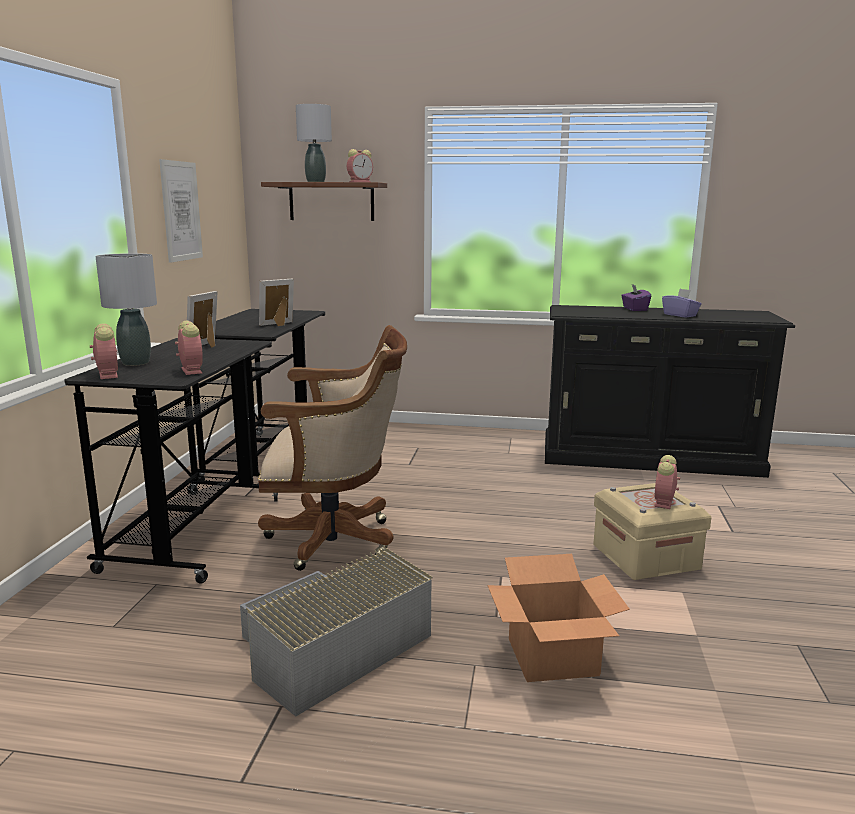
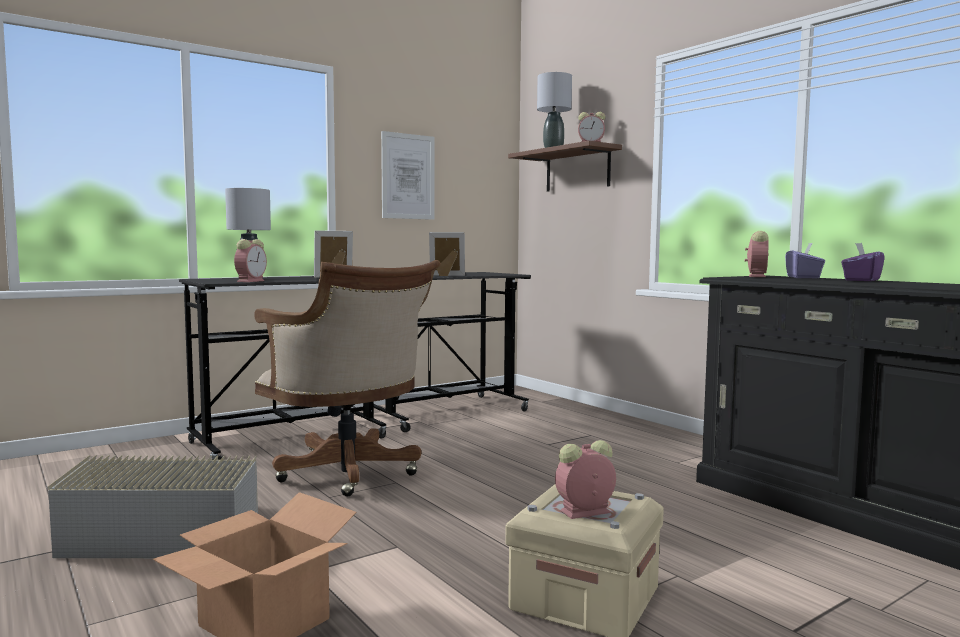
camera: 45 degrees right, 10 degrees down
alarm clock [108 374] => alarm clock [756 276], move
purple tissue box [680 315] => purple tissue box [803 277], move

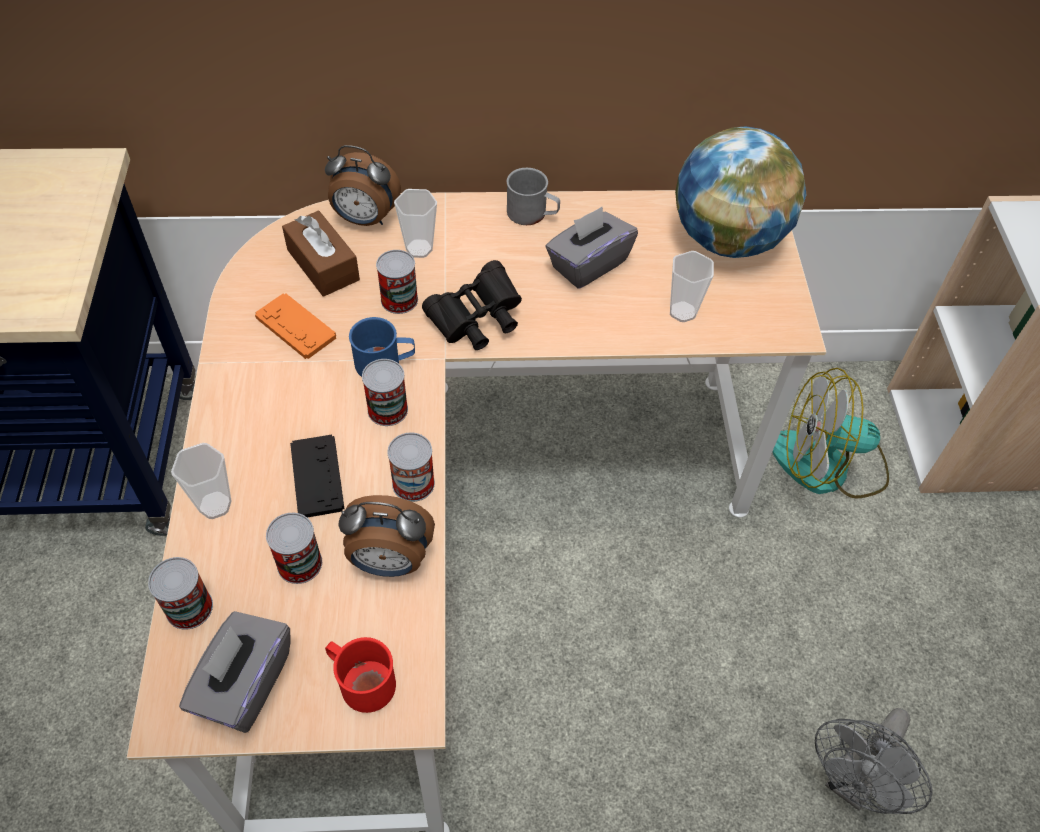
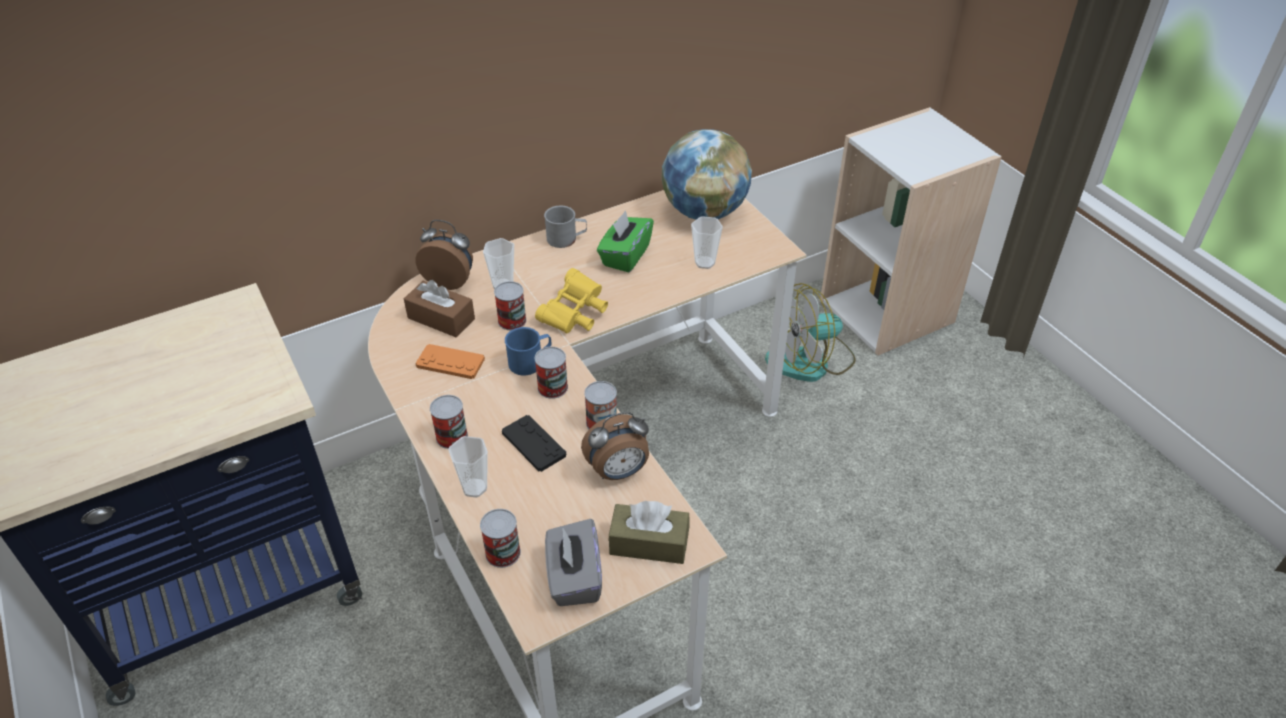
camera: 25 degrees left, 10 degrees down
grey fan [851 783] => nothing
can [299 563] => can [452 436], move
red mug [361 680] => brown tissue box [649 543]
black binoculars [476 321] => yellow binoculars [574 314]
grey tissue box [588 264] => green tissue box [625 256]
alarm clock [365 219] => alarm clock [450 280], 150 degrees counterclockwise

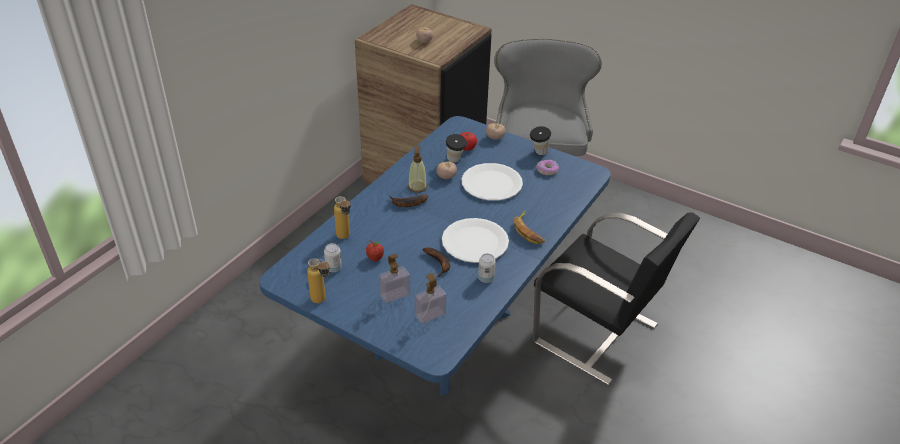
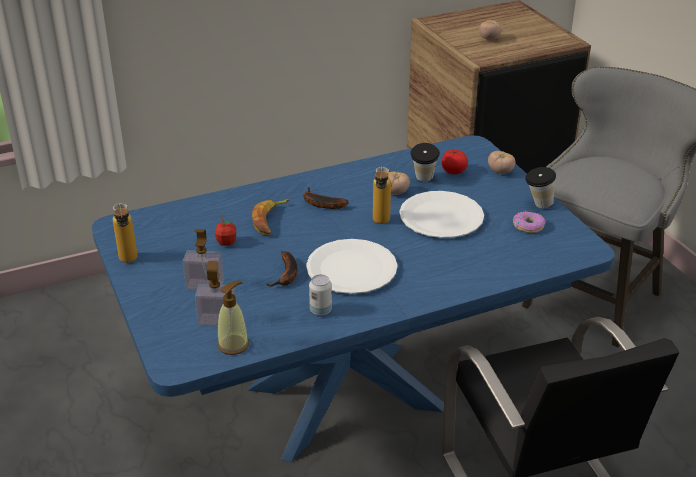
camera: 35 degrees right, 5 degrees down
can [333 268] => nothing
bottle [345 238] => bottle [380 224], move
soap dispenser [417 187] => soap dispenser [233 345], move
banana [528 231] => banana [270 220], move

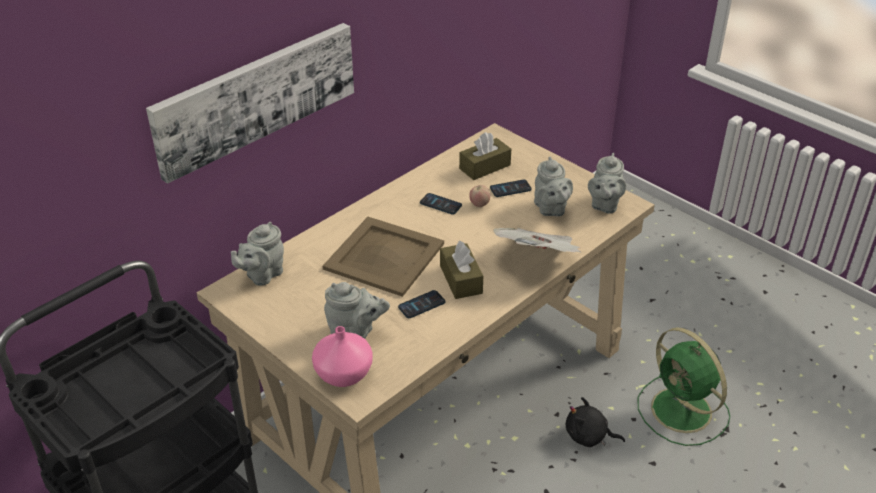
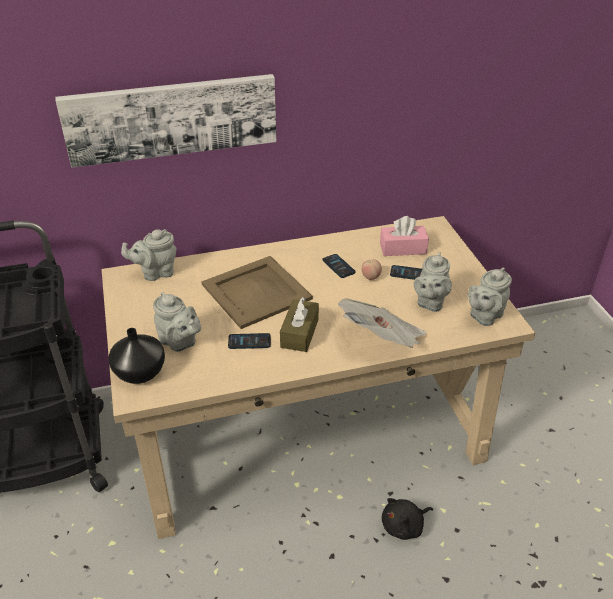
camera: 30 degrees right, 0 degrees up
green fan [683 412] => nothing
pink vase [344 375] => black vase [139 373]
brown tissue box [484 167] => pink tissue box [403 248]
black plush toy [589 436] => black plush toy [404 526], 75 degrees counterclockwise

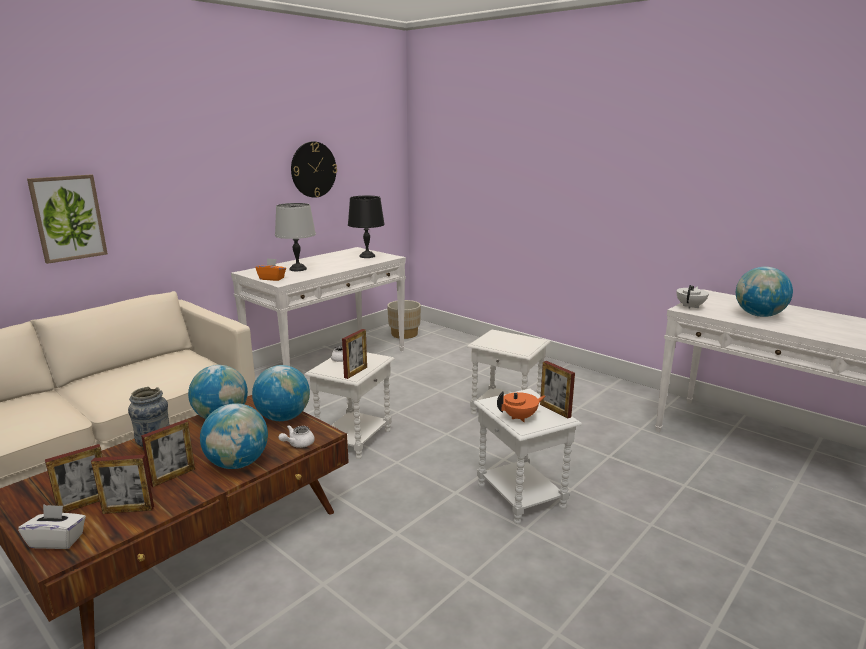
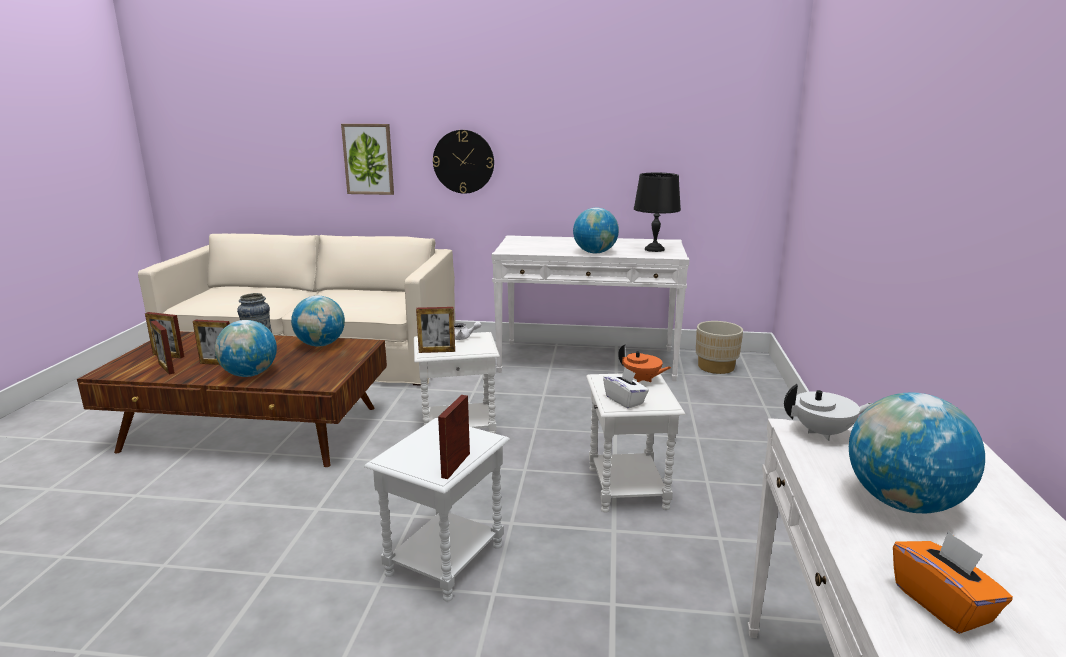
camera: 55 degrees right, 0 degrees up
grey table lamp [298 269] => nothing
white teapot [298 444] => nothing
white tissue box [57 540] => white tissue box [625 400], move
globe [283 417] => globe [595 252], move
orange tissue box [272 278] => orange tissue box [942 604], move
wall clock [313 169] => wall clock [463 161], move
orange teapot [520 417] => orange teapot [642 380], move

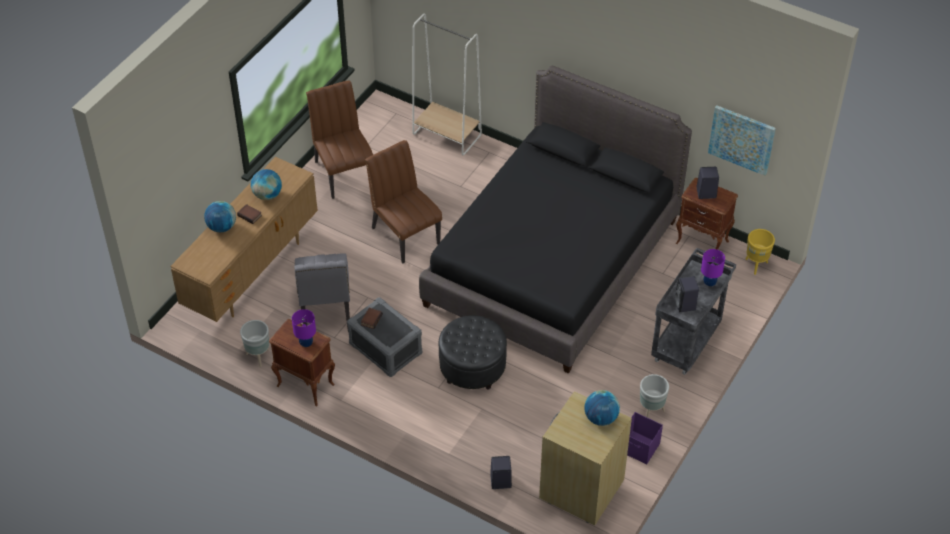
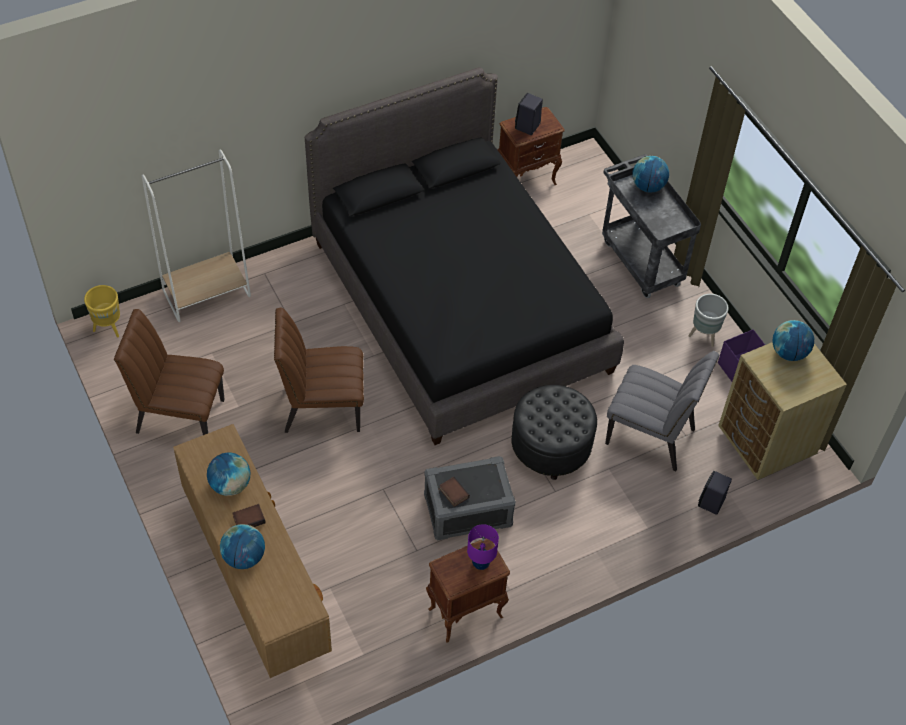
camera: 60 degrees left, 5 degrees up
grey planter [259 357] => nothing
black speaker [685 305] => nothing
picture [741 139] => nothing
grey chair [325 310] => grey chair [649 436], move
yellow planter [756 265] => yellow planter [109 328], move
purple table lamp [710 283] => globe [648 186]

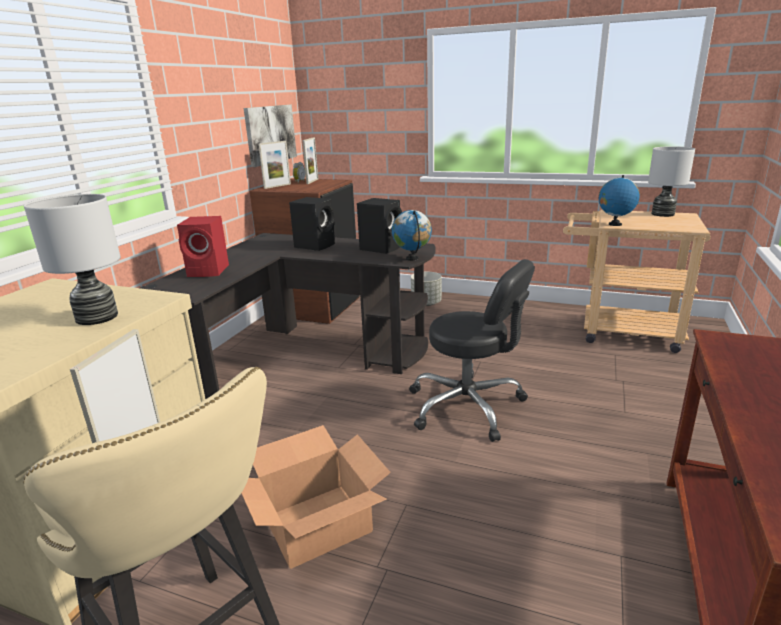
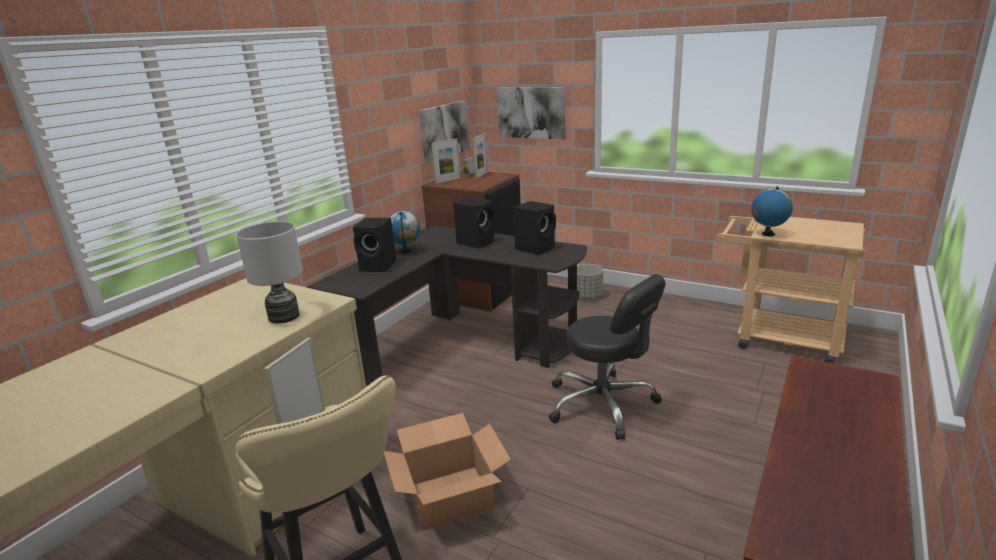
camera: 10 degrees right, 0 degrees up
grey table lamp [662 214] => nothing
nothing => picture [531 112]
globe [412 258] => globe [406 251], move
red speaker [210 271] => black speaker [379 266]

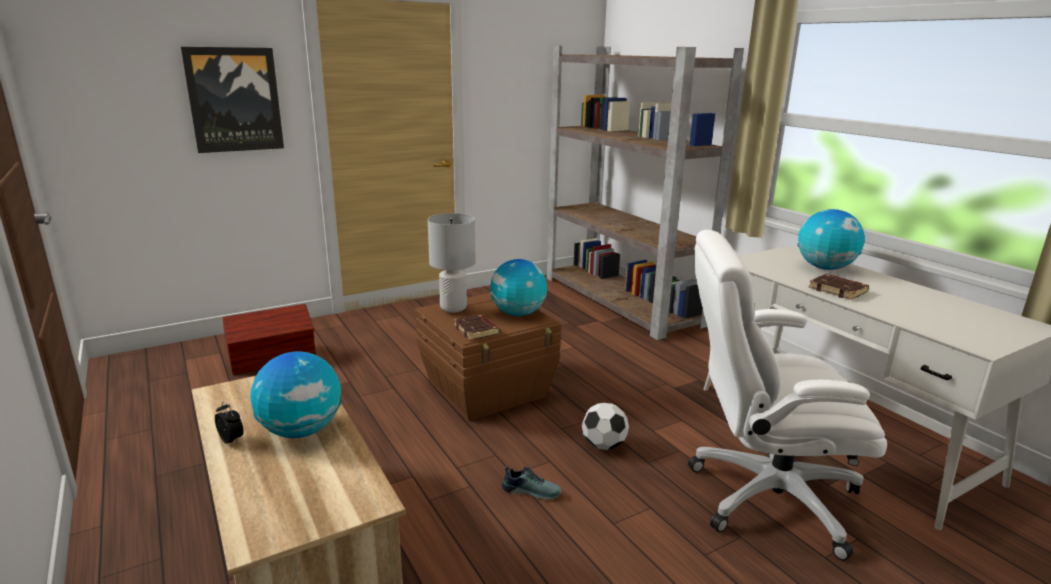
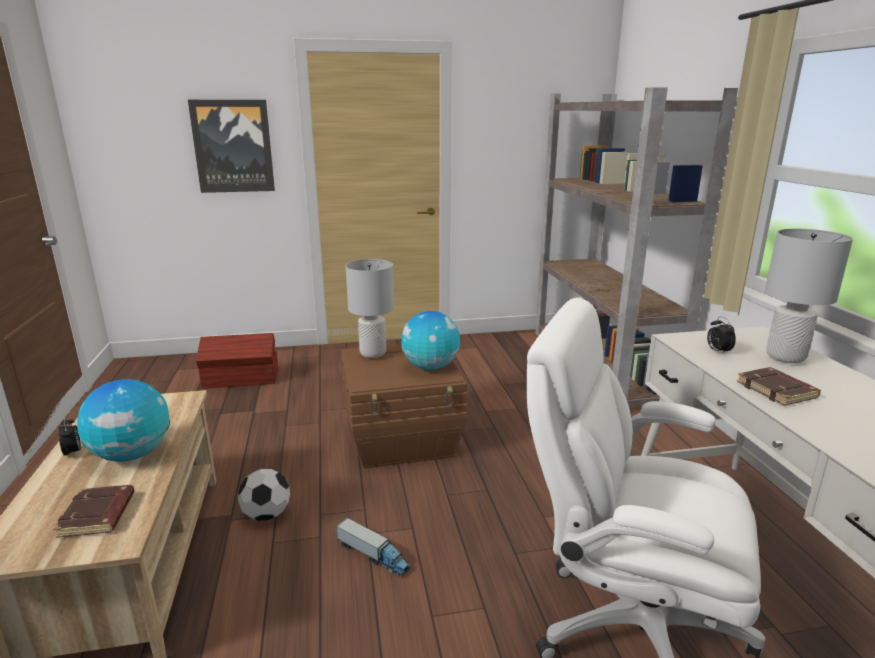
camera: 20 degrees right, 0 degrees up
nothing => alarm clock [717 351]
brown book [477 330] => brown book [98 516], move
football [603 445] => football [266 515], move
shoe [531 490] => toy truck [373 556]
globe [825 268] => grey table lamp [785 359]

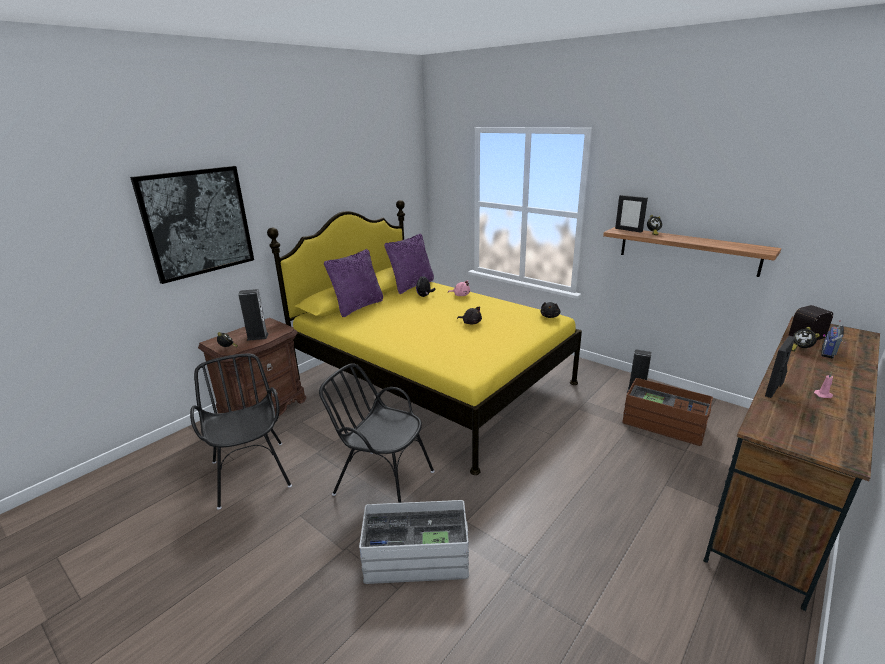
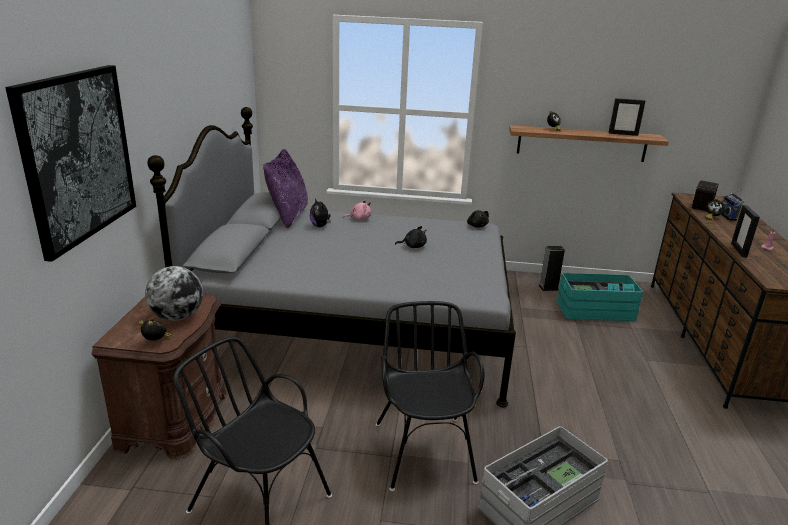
camera: 35 degrees left, 0 degrees up
purple pillow [358 307] => nothing
picture frame [629 230] => picture frame [623 134], move
speaker [257 337] => globe [177 317]
yellow bed [432 382] => grey bed [357 328]
brown storage box [664 423] => turquoise storage box [595 310]
black chair [381 480] => black chair [424 448], 90 degrees clockwise

